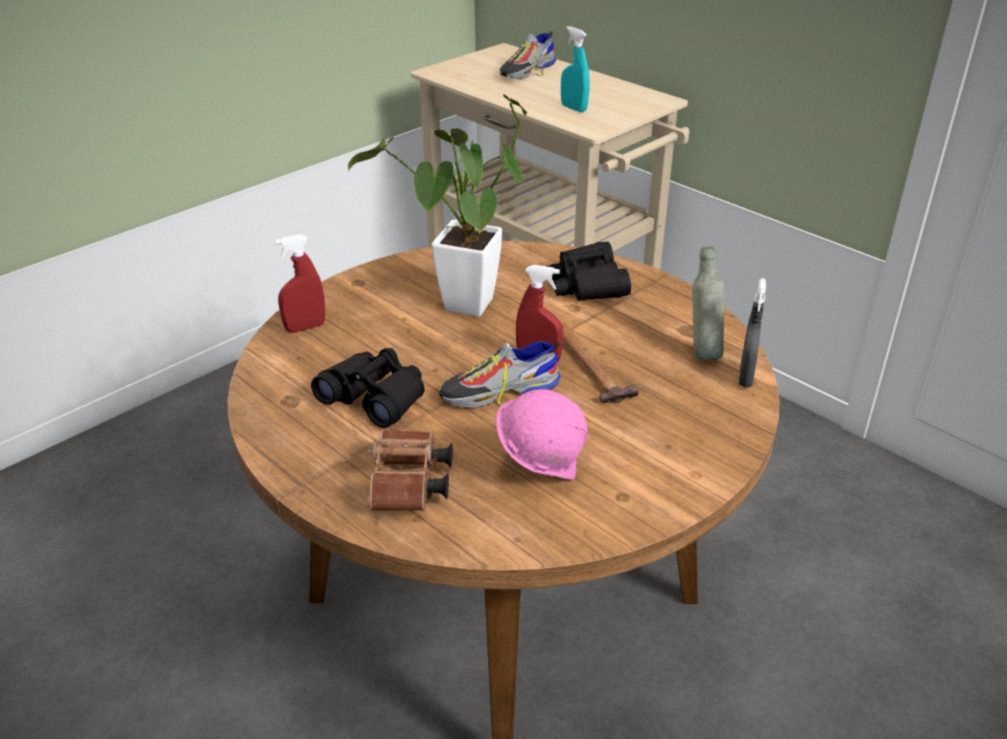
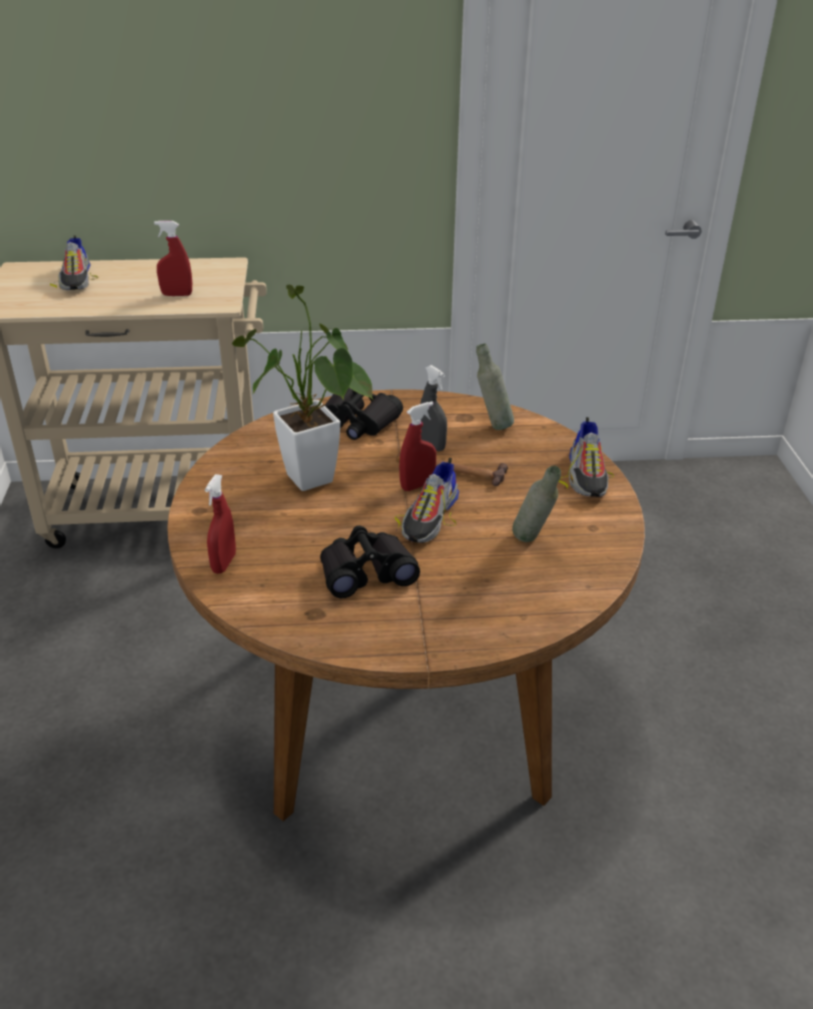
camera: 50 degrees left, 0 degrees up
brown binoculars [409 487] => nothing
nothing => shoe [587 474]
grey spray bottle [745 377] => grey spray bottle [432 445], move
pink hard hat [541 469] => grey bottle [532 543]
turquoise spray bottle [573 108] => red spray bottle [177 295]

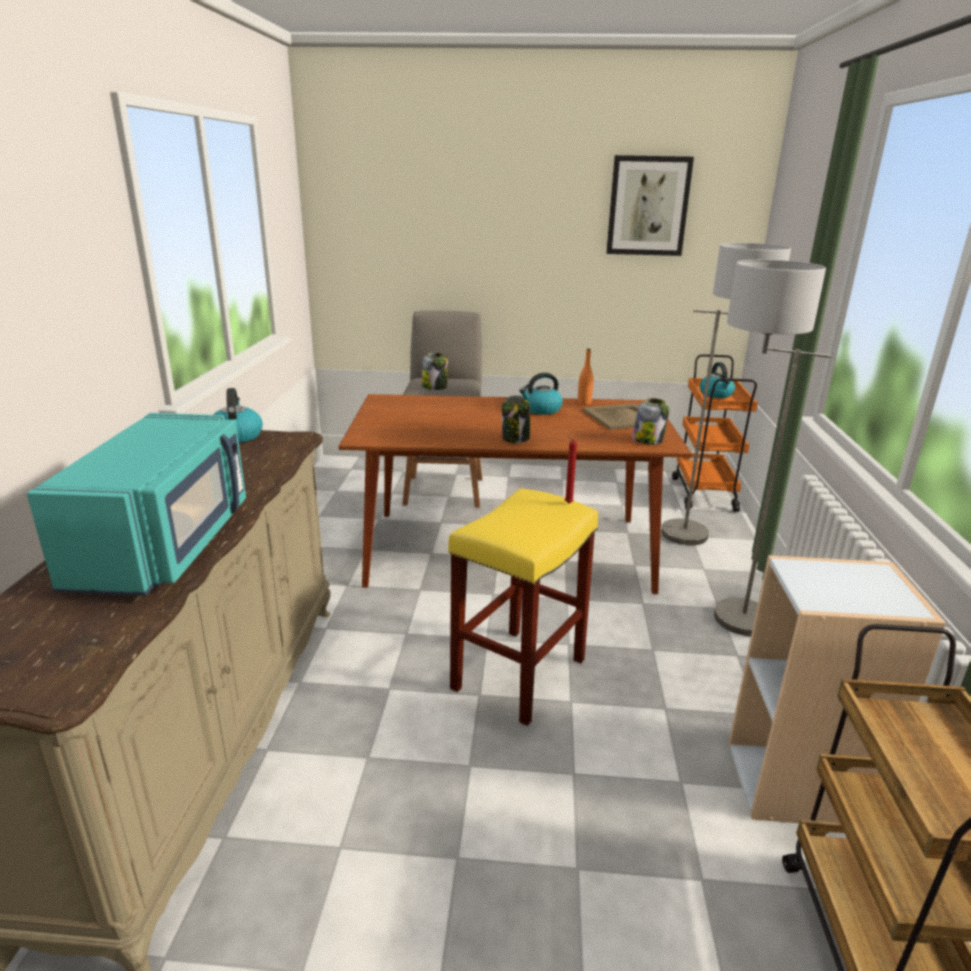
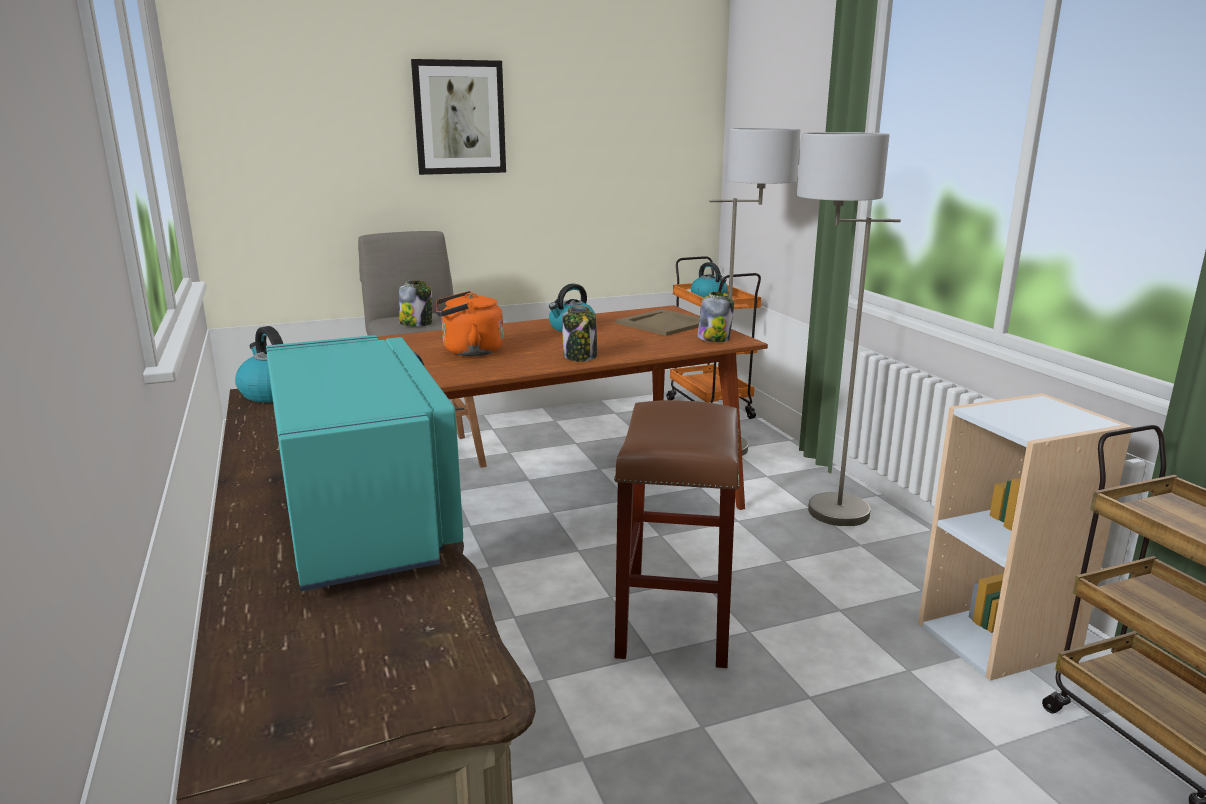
camera: 25 degrees left, 5 degrees down
red candle [567 503] => nothing
orange bottle [584 403] => nothing
nothing => orange kettle [469 351]
picture [648 206] => picture [459 117], move
yellow stool [519 672] => brown stool [674 620]

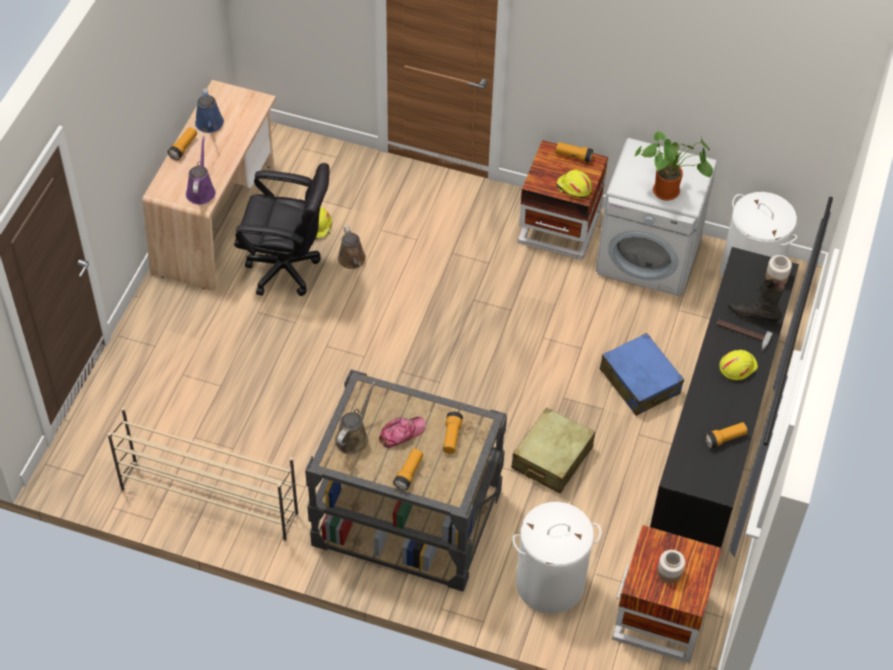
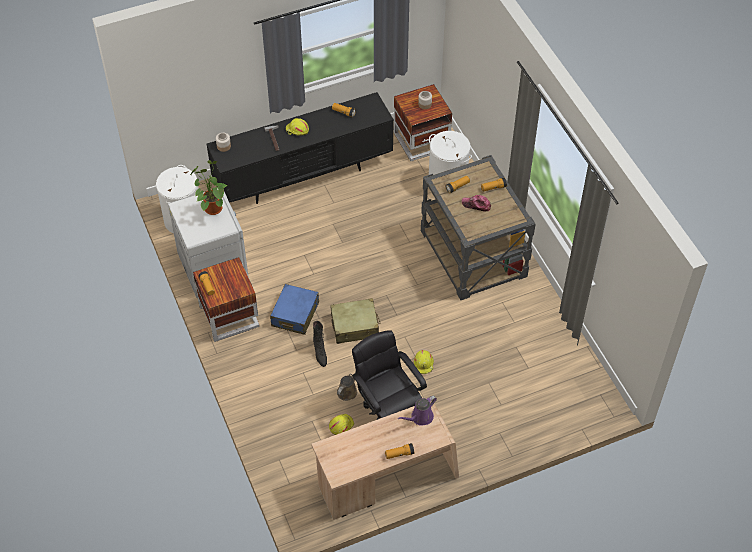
camera: 130 degrees left, 0 degrees up
beige shoe rack [208 501] => nothing
blue watering can [210 125] => nothing
brown watering can [353 437] => nothing
beige suitcase [551 458] => beige suitcase [355 326], move
yellow hard hat [573 188] => yellow hard hat [424 364], move
blue suitcase [639 382] => blue suitcase [295 314], move
black boot [753 316] => black boot [320 353], move

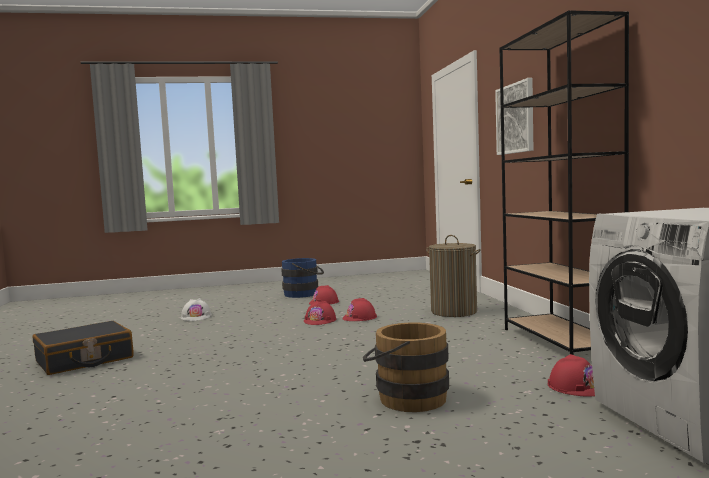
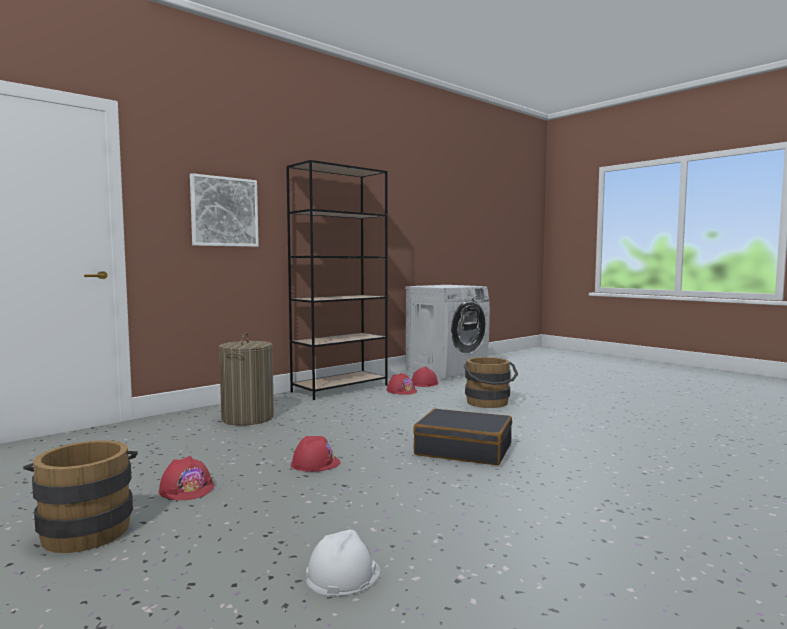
camera: 120 degrees left, 0 degrees up
black suitcase [84 360] => black suitcase [463 450], move
red hard hat [359 317] => red hard hat [401 391], move
blue bucket [304 294] => brown bucket [86 528]

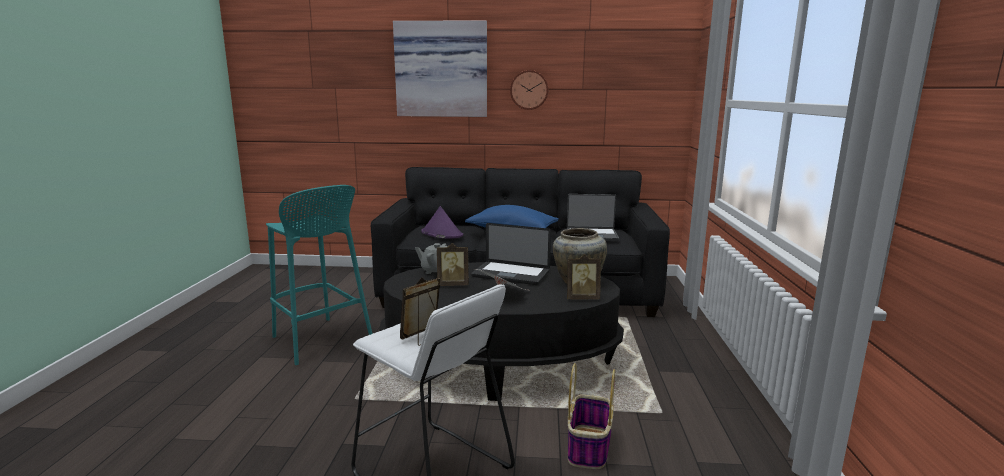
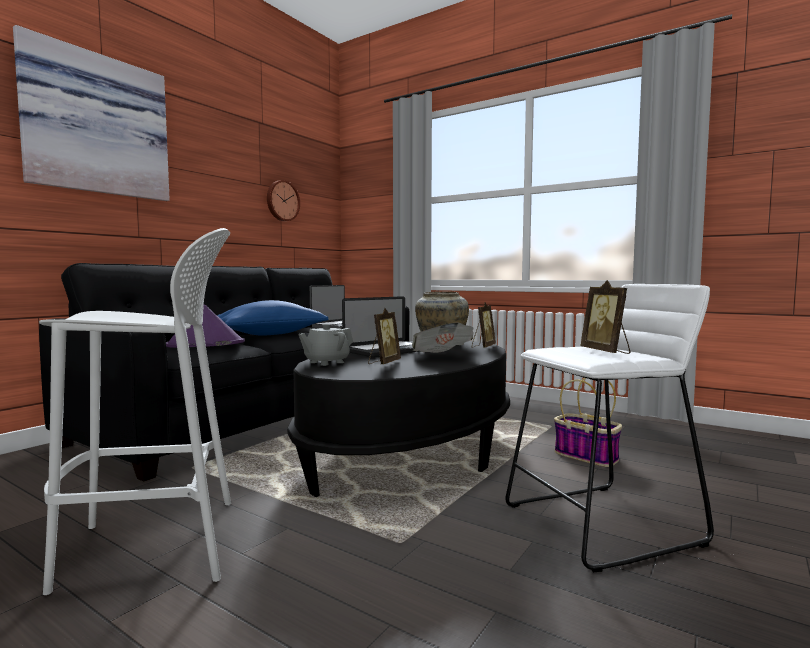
camera: 60 degrees left, 10 degrees down
wall clock [529 90] => wall clock [282 201], move
turquoise stool [319 340] => white stool [157 546]

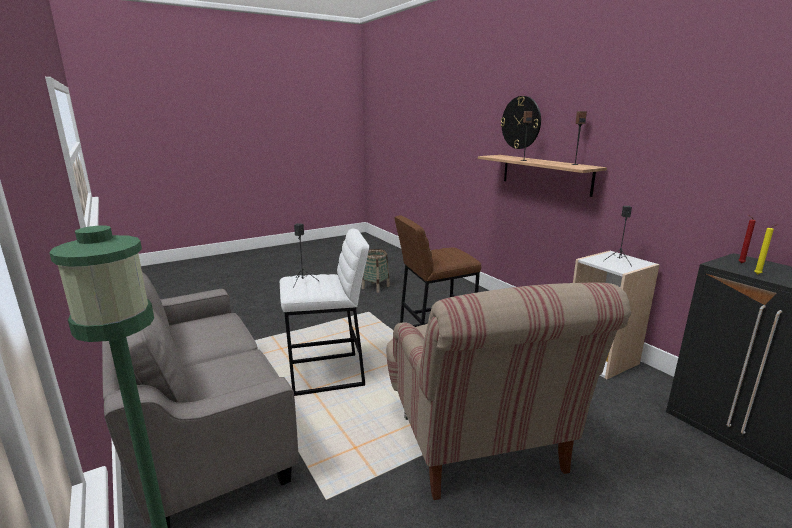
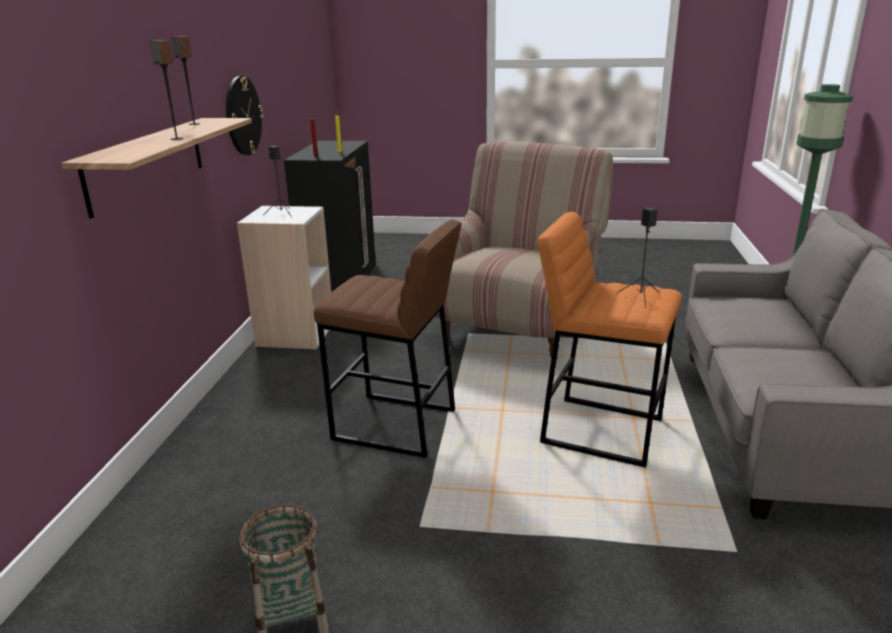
camera: 140 degrees left, 5 degrees up
wall clock [521 122] => wall clock [243 116], move
white stool [328 373] => orange stool [598 430]

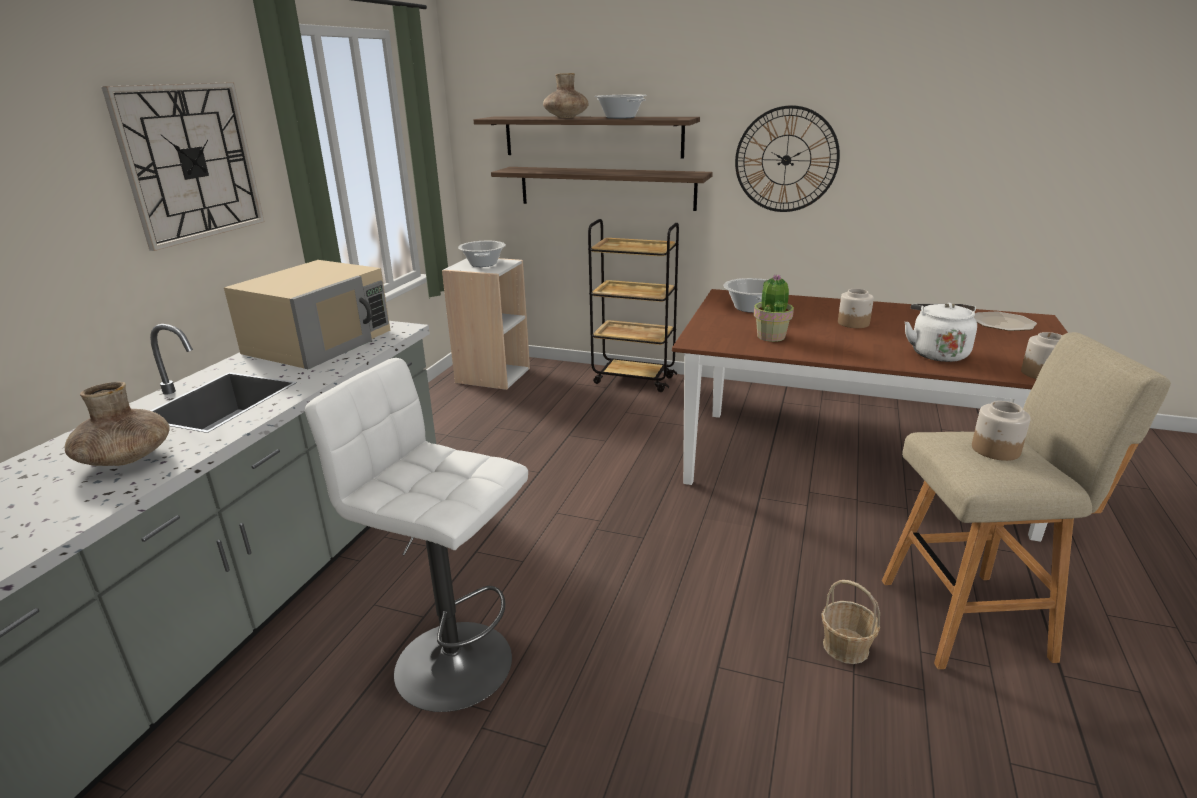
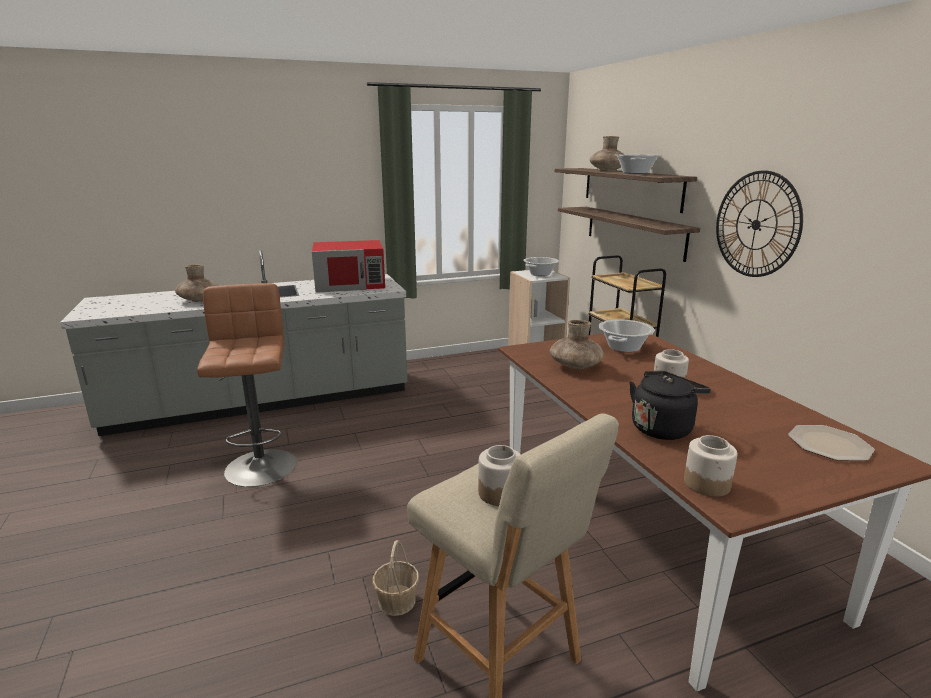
camera: 50 degrees right, 5 degrees down
wall clock [191 162] => nothing
potted plant [771 336] => brown vase [575 366]
beige microwave [320 341] => red microwave [350 284]
white stool [453 663] => brown stool [261 467]
white kettle [937 353] => black kettle [663 428]

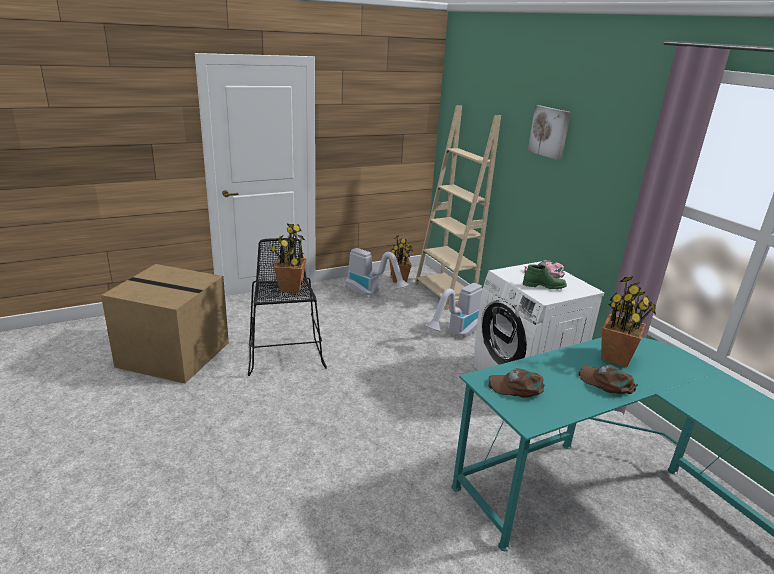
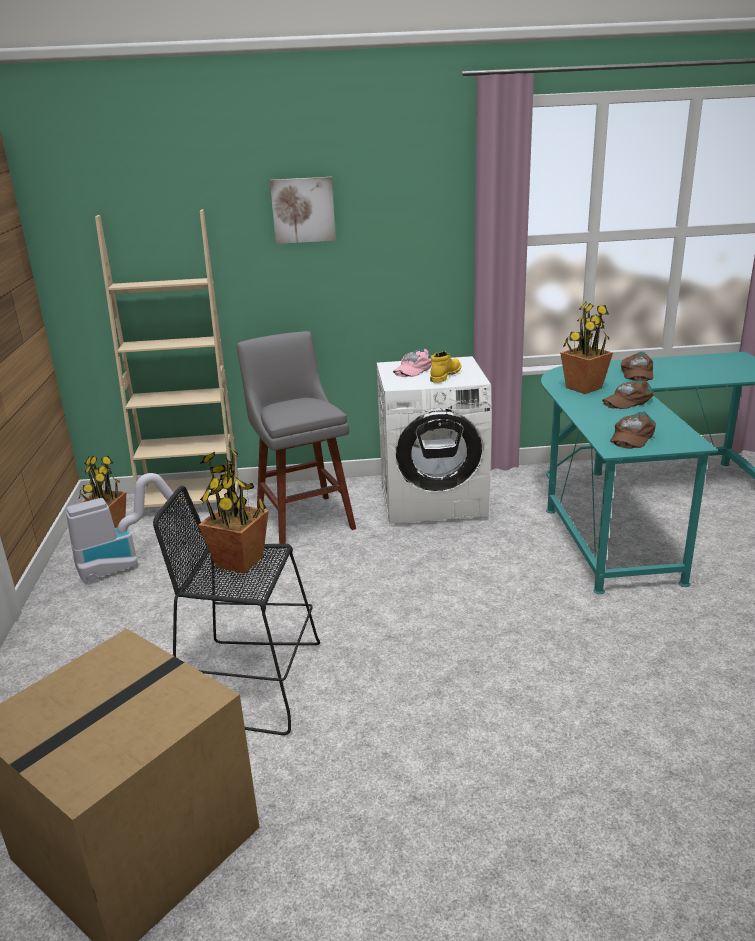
camera: 65 degrees left, 0 degrees up
nothing => brown cap [636 373]
vacuum cleaner [456 334] => grey stool [304 519]
green boot [544 286] => yellow boot [445 375]

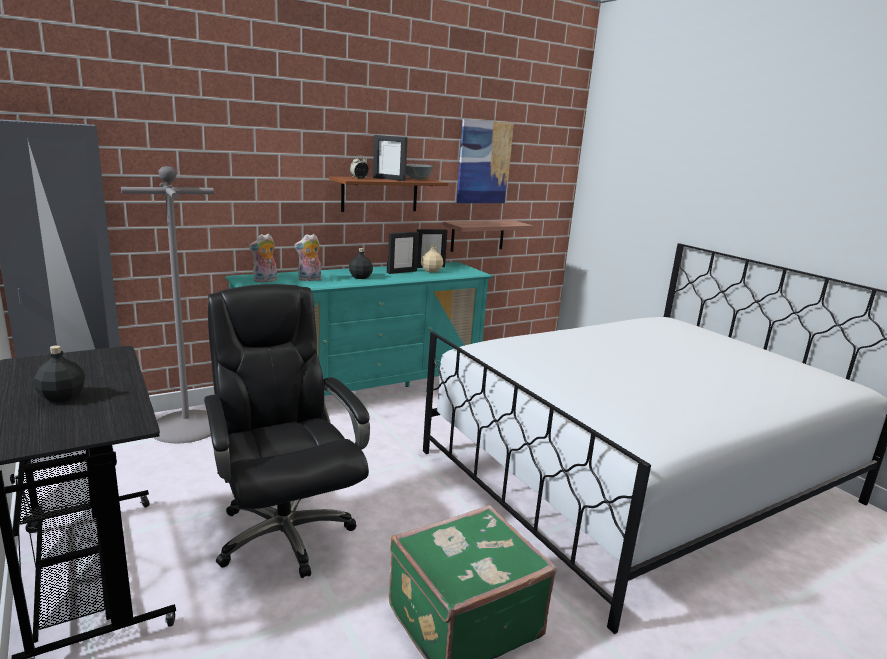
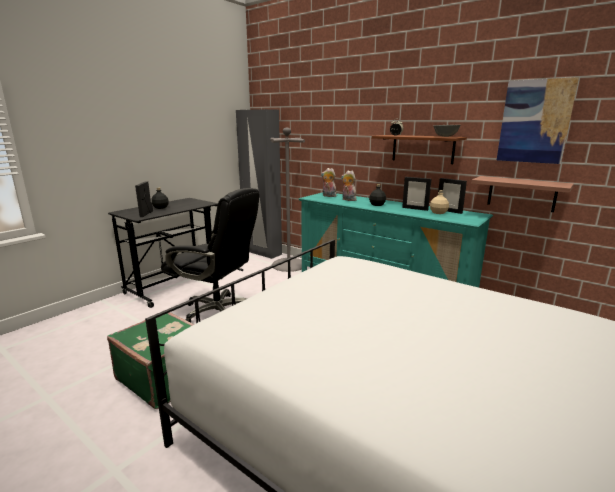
camera: 70 degrees right, 0 degrees up
picture frame [389 179] => picture frame [146 214], move
black office chair [285 535] => black office chair [216 311], 75 degrees clockwise

